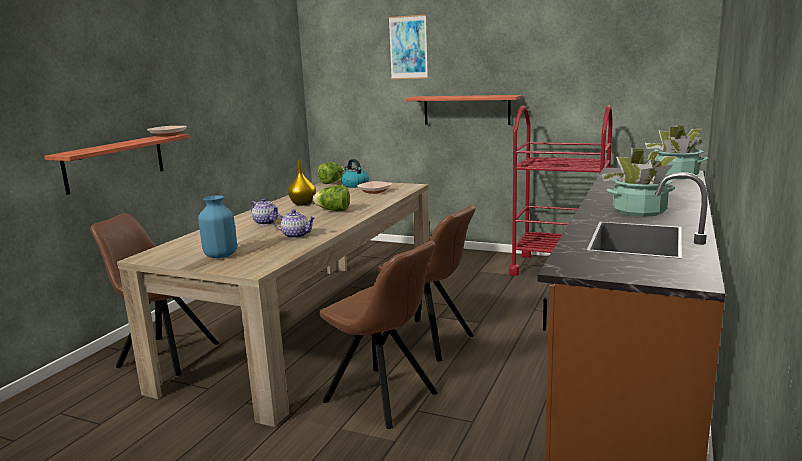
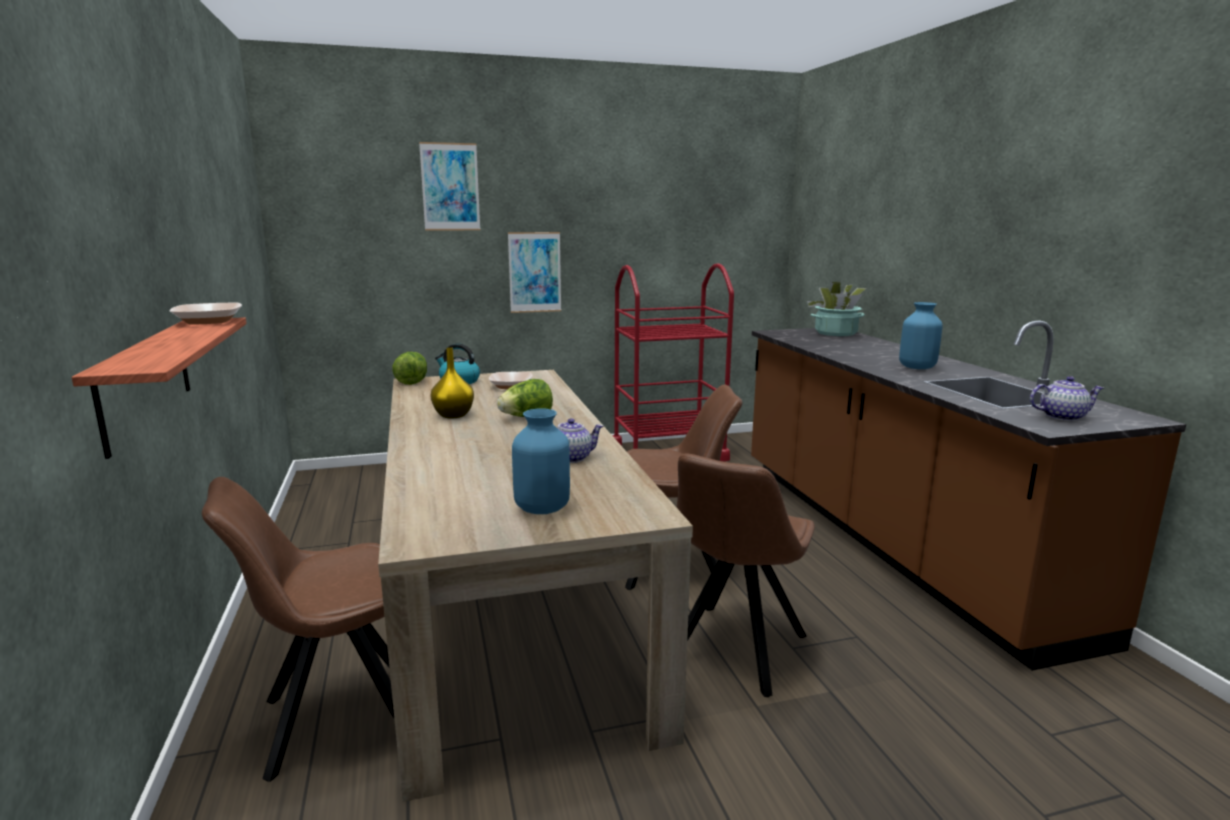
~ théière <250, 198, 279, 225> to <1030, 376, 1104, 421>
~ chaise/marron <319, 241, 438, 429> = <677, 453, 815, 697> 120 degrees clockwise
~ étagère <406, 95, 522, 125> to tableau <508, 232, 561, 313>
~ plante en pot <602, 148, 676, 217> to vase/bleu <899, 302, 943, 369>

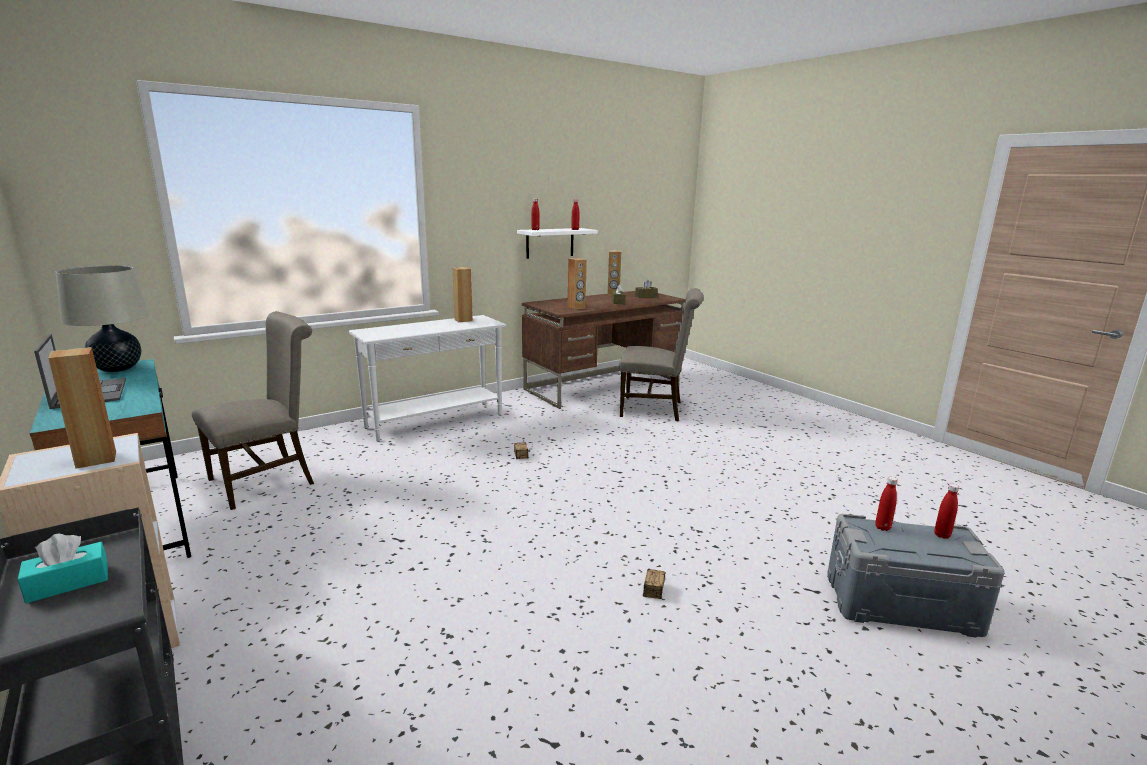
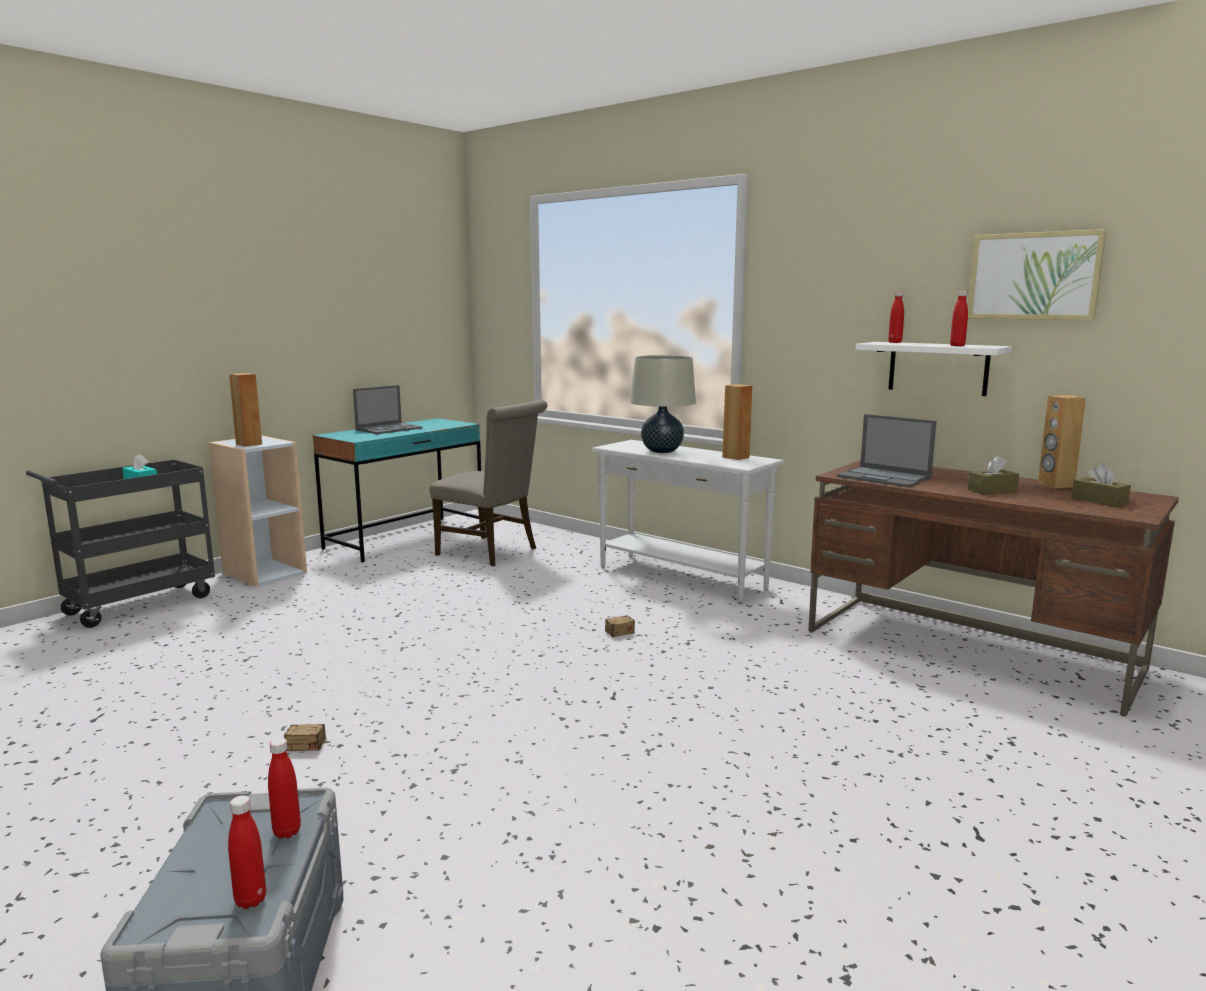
~ lampe de table/beige <56, 265, 149, 372> to <630, 355, 696, 453>
~ enceinte/marron <568, 258, 587, 310> to ordinateur portable <837, 414, 937, 488>
- chaise/beige <619, 288, 704, 421>
+ tableau <968, 229, 1106, 320>

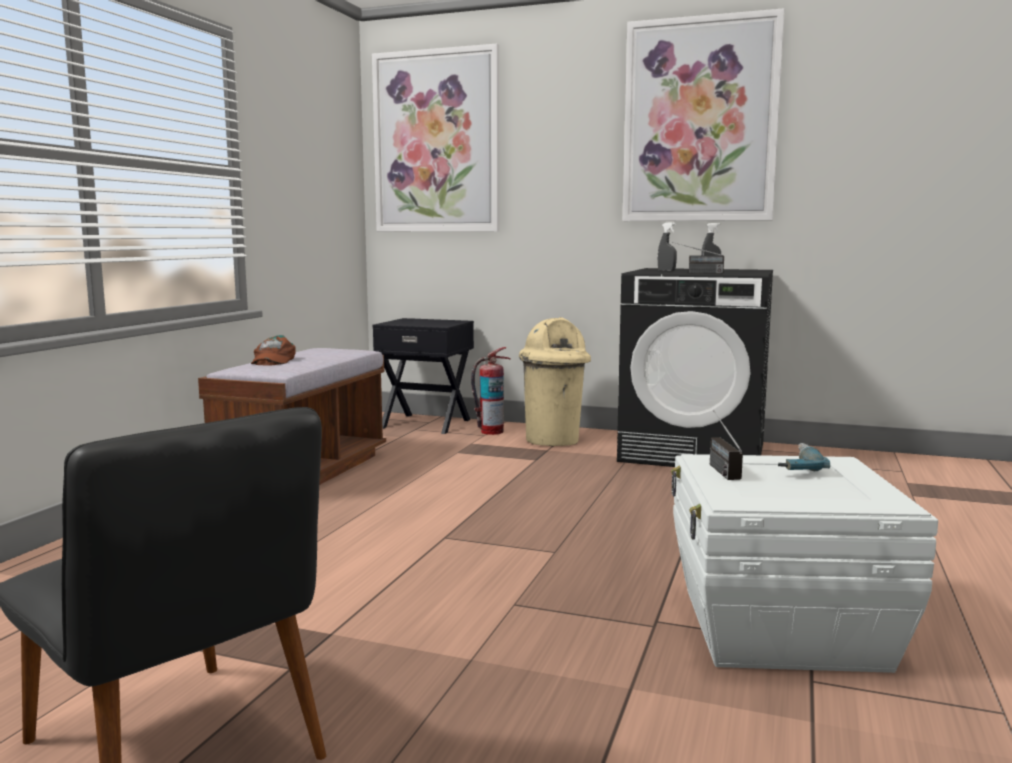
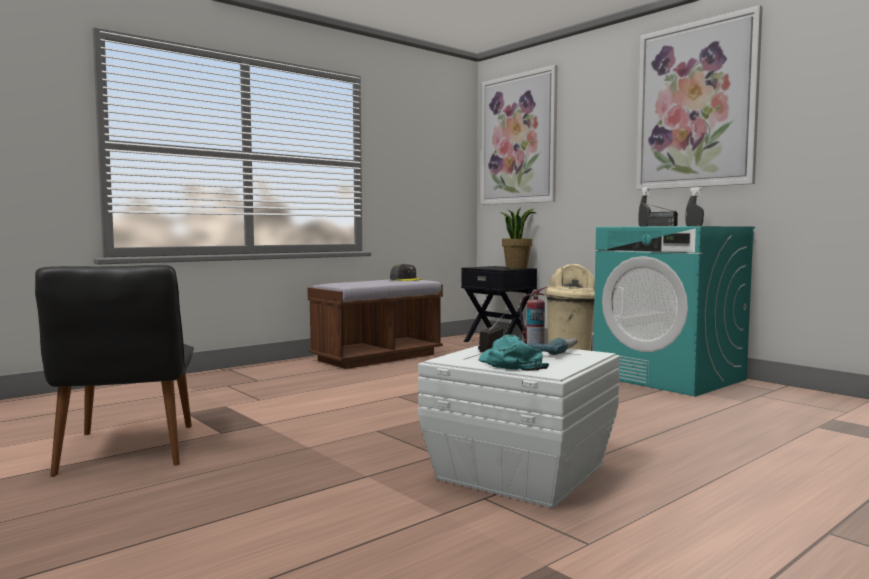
- casquette/marron <251, 335, 296, 366>
~ lave-linge/noir <617, 268, 773, 467> to lave-linge/turquoise <593, 226, 755, 397>
+ casquette/gris <390, 264, 423, 281>
+ casquette/turquoise <479, 335, 549, 371>
+ plante en pot <500, 208, 535, 269>

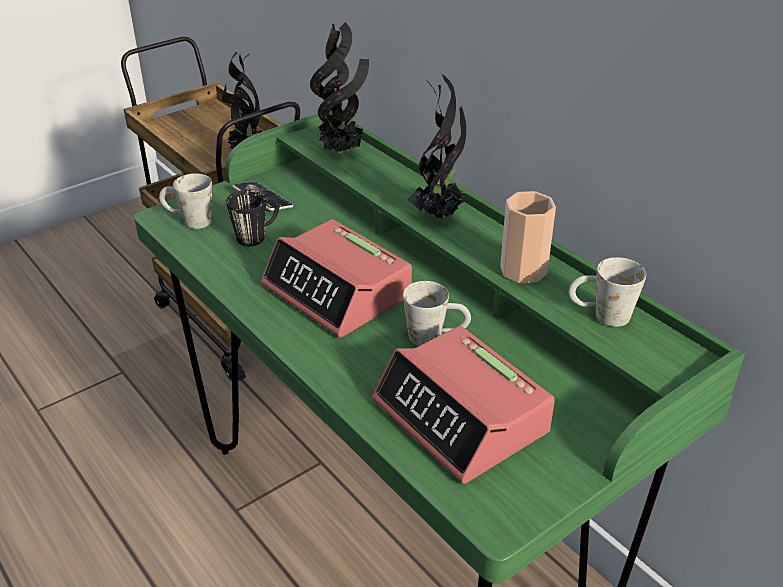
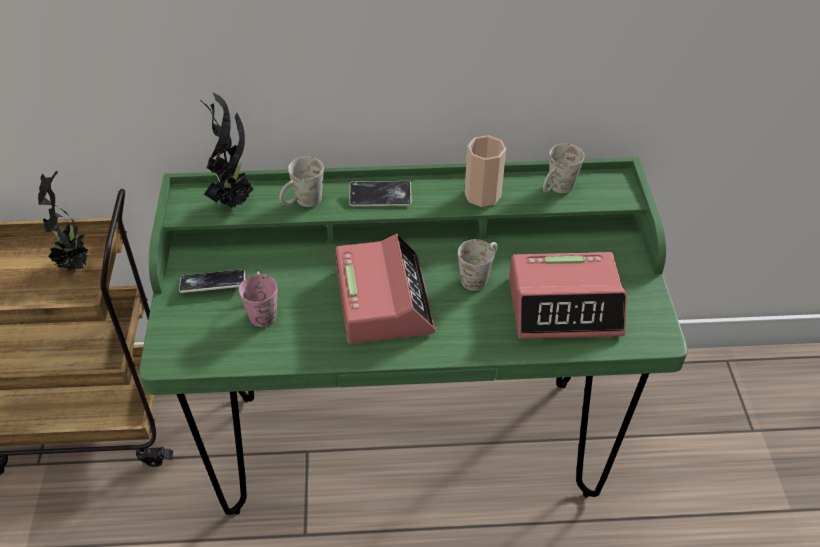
~ mug/blanc <159, 174, 212, 229> to <279, 156, 324, 207>
~ mug/noir <226, 190, 279, 246> to mug/rose <239, 271, 277, 327>
~ réveil <261, 219, 412, 338> = <335, 234, 435, 344> 90 degrees counterclockwise
~ plante en pot <408, 74, 466, 219> to téléphone <349, 181, 411, 207>

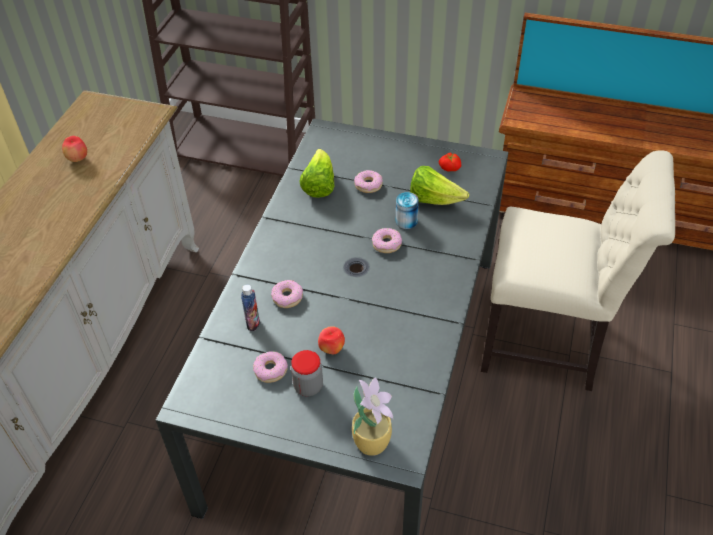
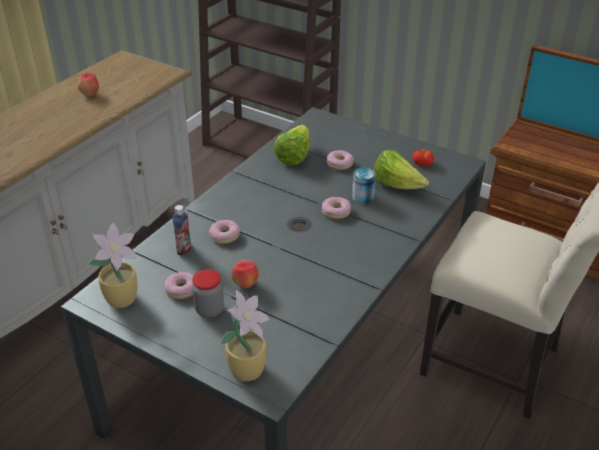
+ plante en pot <88, 223, 137, 308>

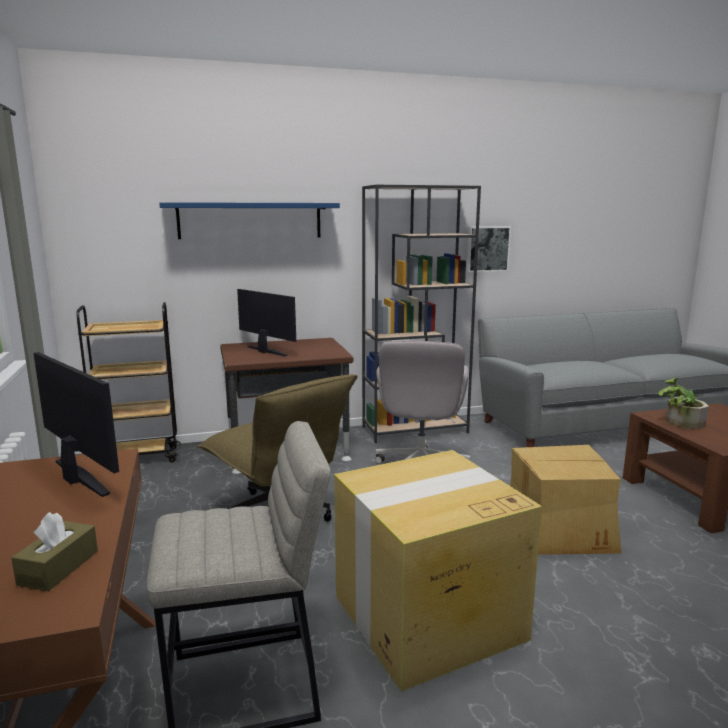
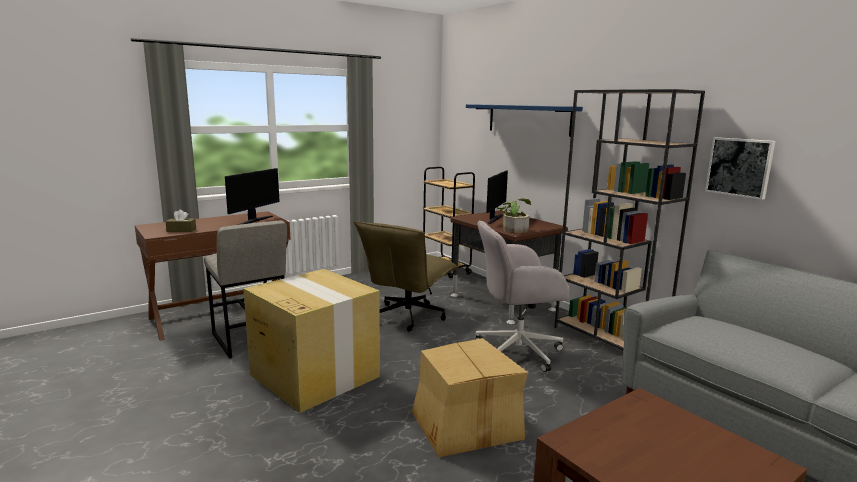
~ plante en pot <658, 378, 709, 429> to <497, 198, 531, 233>

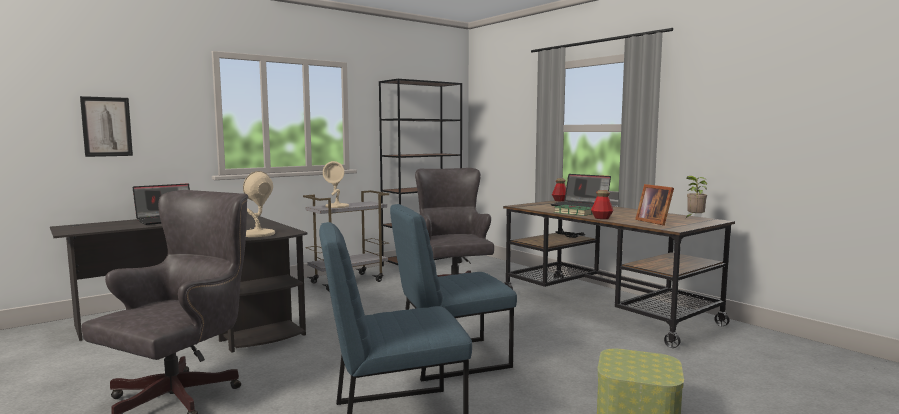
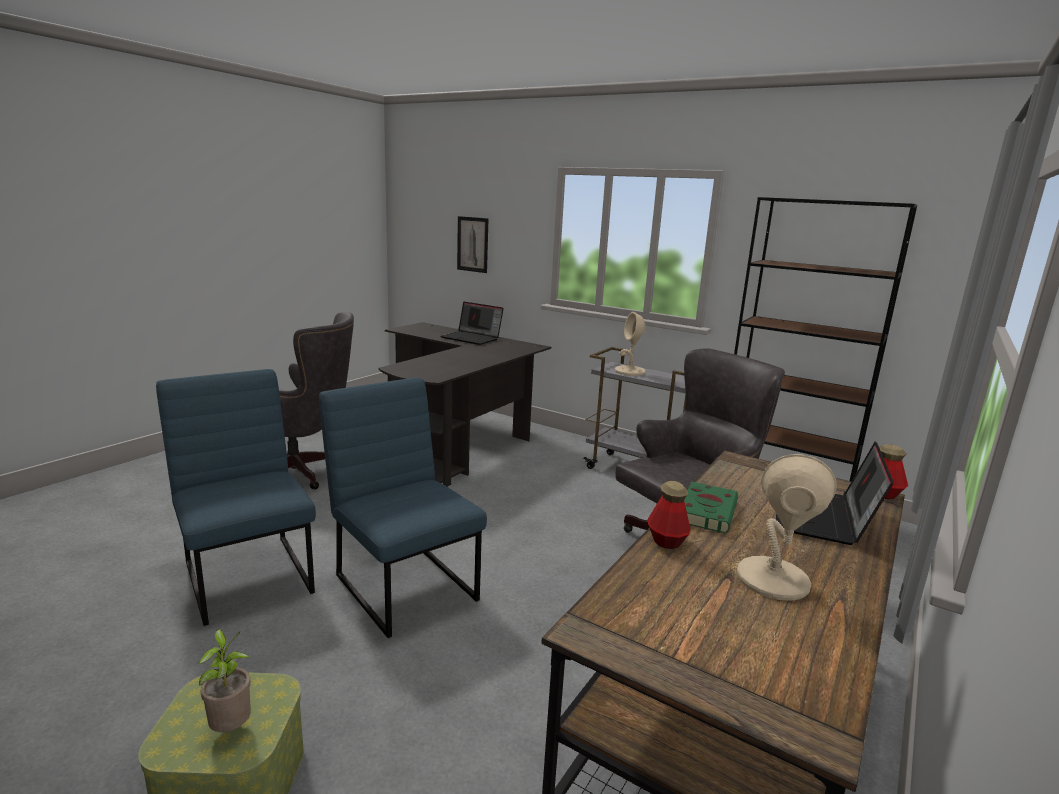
~ lampe de table/beige <243, 171, 275, 237> to <737, 454, 837, 601>
- cadre photo <635, 184, 674, 226>
~ plante en pot <686, 176, 707, 218> to <198, 629, 251, 732>

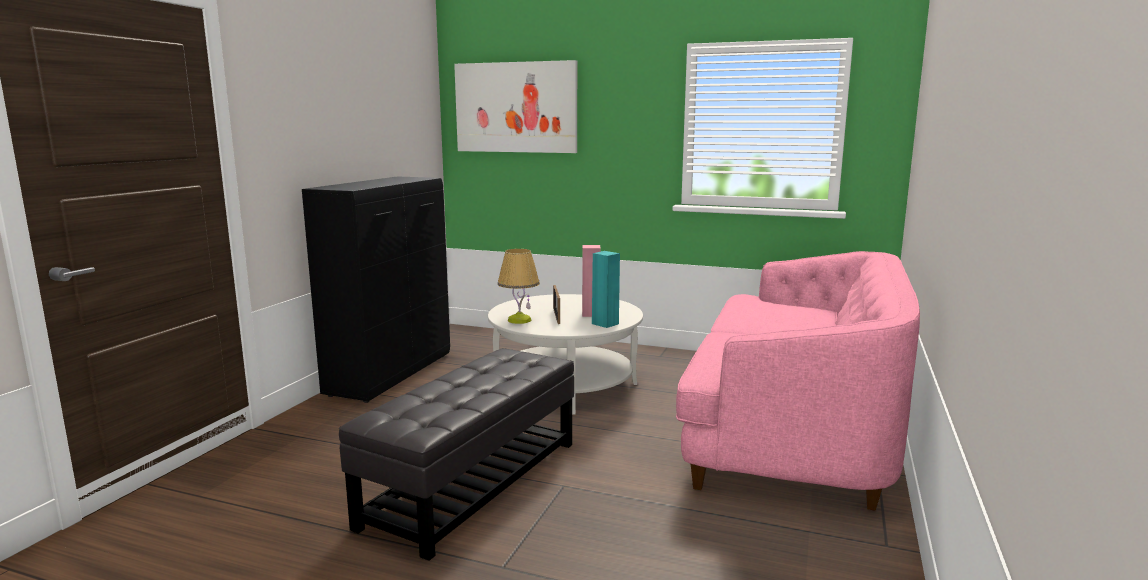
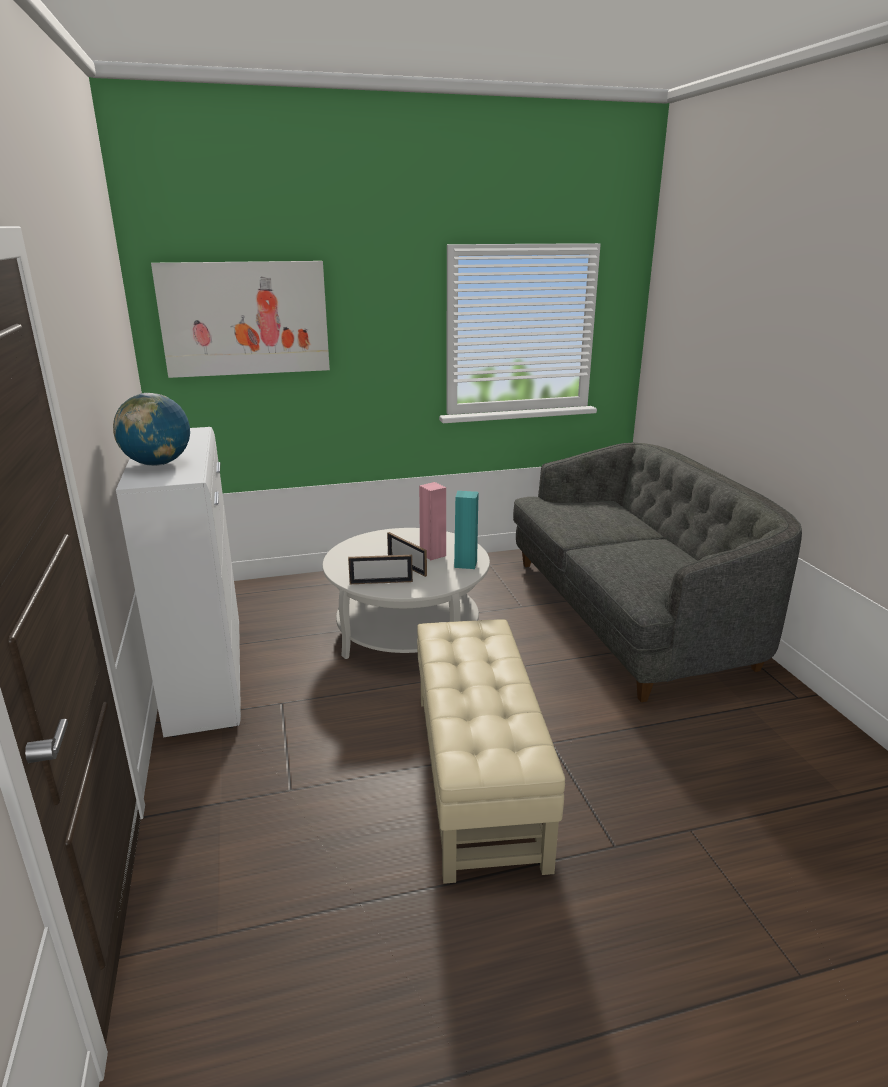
~ meuble de rangement/noir <302, 176, 450, 403> to meuble de rangement/blanc <116, 427, 241, 737>
~ pouf/noir <339, 348, 574, 561> to pouf/beige <417, 619, 565, 884>
~ lampe de table <497, 249, 540, 324> to cadre photo <348, 555, 413, 584>
~ canapé/rose <676, 251, 920, 511> to canapé/gris <513, 443, 802, 702>
+ globe <113, 393, 190, 466>

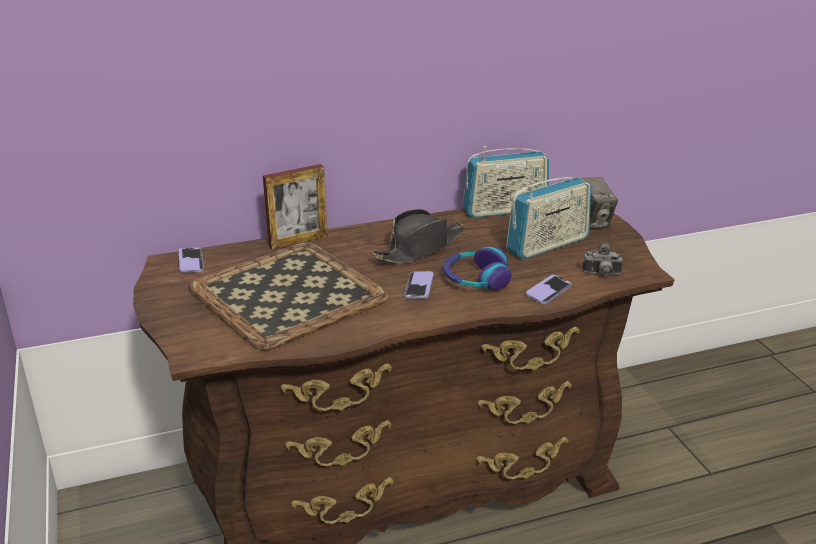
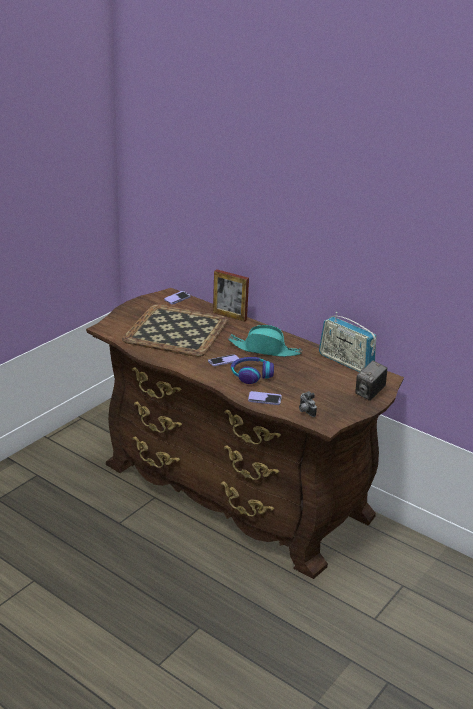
~ chapeau/noir <372, 209, 465, 263> to chapeau/turquoise <228, 325, 302, 357>
- radio <506, 177, 591, 259>

